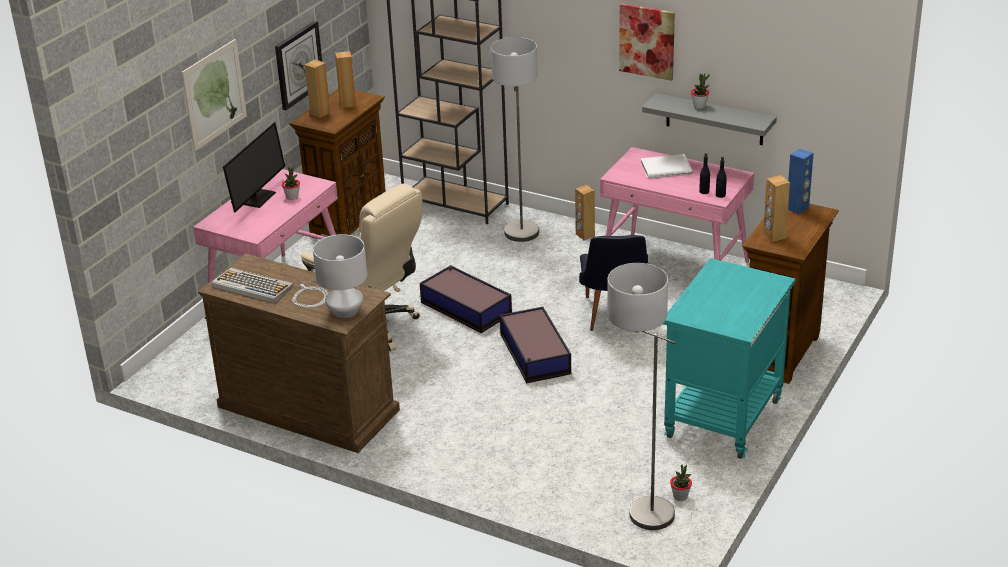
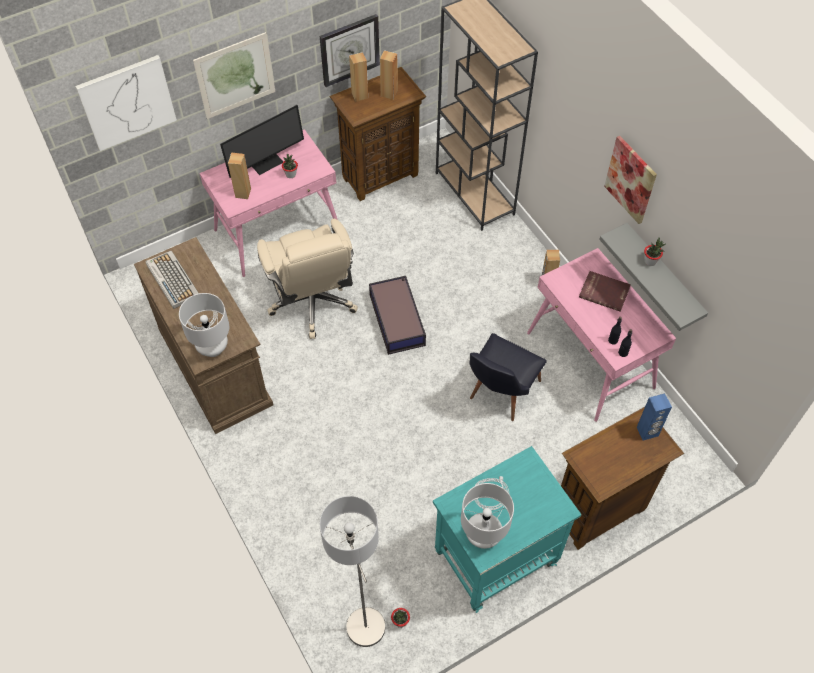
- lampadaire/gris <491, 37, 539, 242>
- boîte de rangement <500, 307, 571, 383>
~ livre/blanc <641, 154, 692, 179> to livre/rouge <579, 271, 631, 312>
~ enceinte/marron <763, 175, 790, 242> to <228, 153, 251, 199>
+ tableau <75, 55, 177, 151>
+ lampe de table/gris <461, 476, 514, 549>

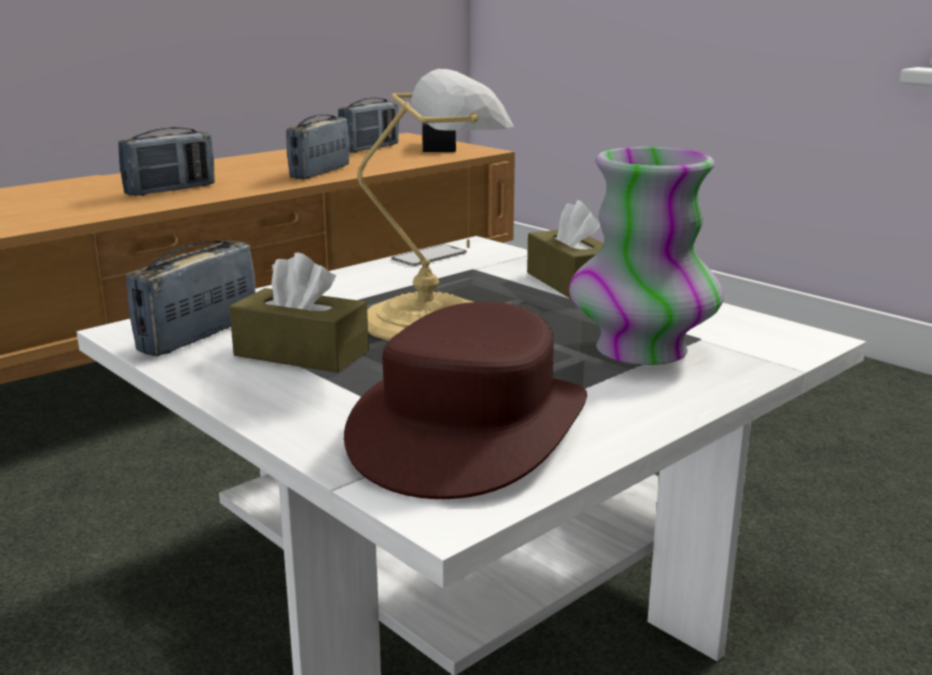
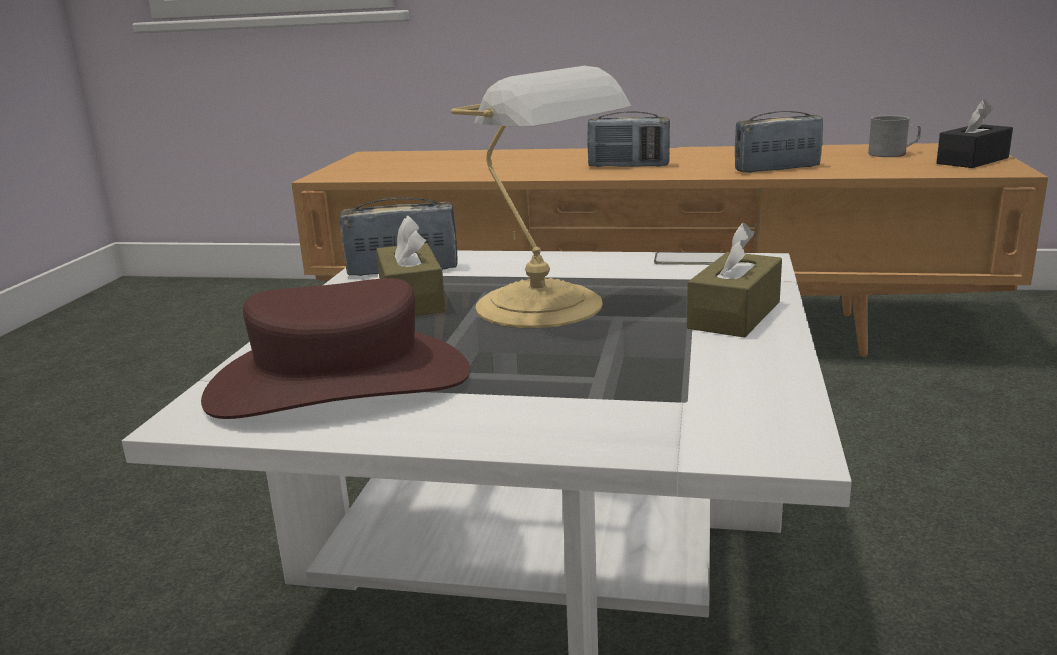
~ radio <338, 97, 399, 153> to mug/gris <868, 115, 921, 157>
- vase <569, 147, 724, 365>

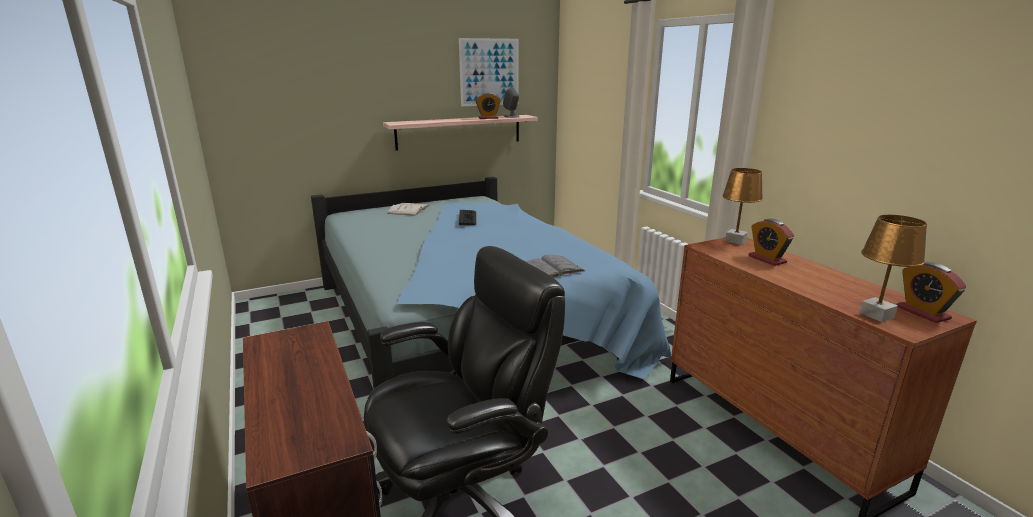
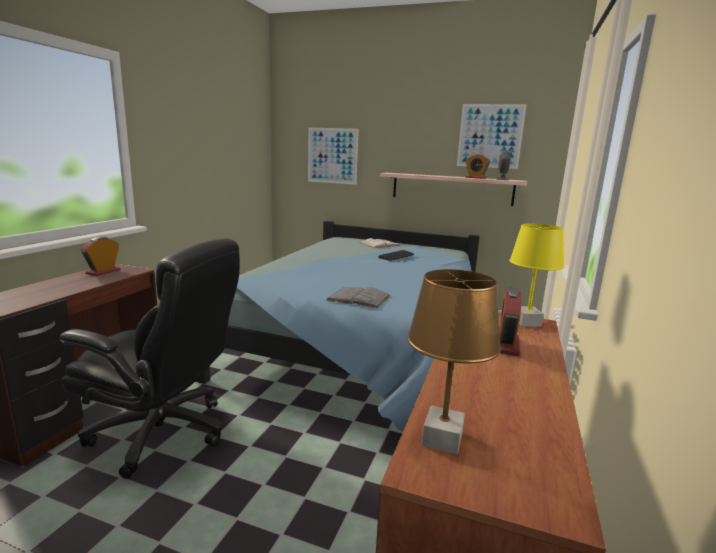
~ lampe de table/marron <722, 168, 763, 245> to lampe de table/jaune <510, 224, 565, 327>
~ réveil <896, 262, 966, 323> to <81, 237, 120, 276>
+ tableau <308, 127, 359, 185>

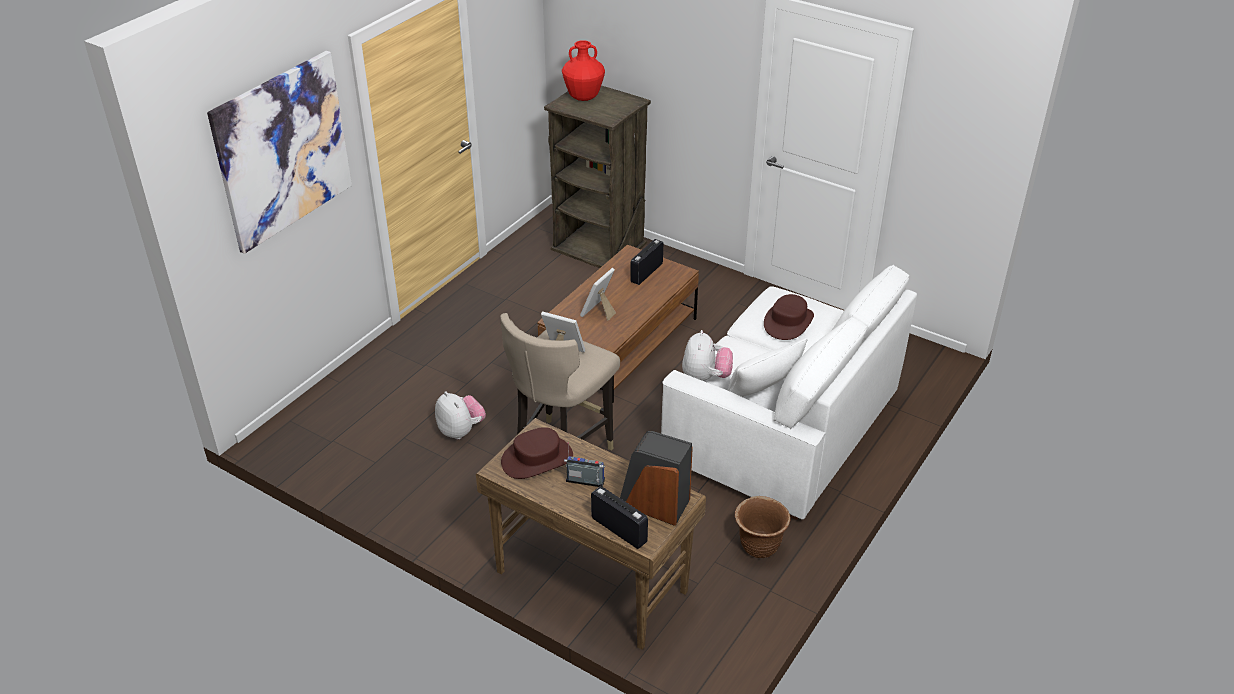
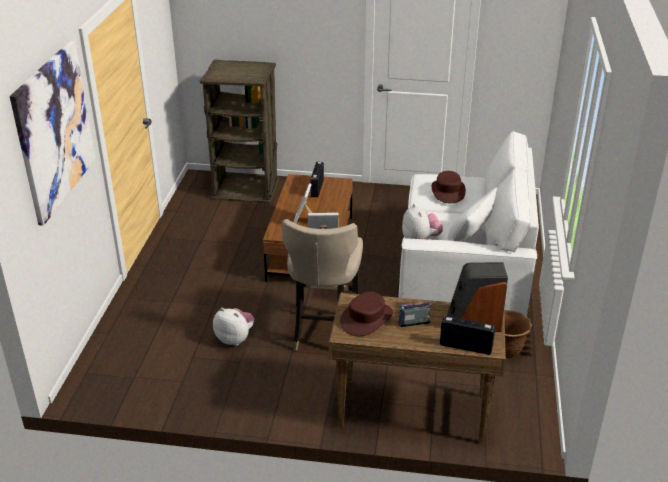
- vase/rouge <562, 40, 605, 101>

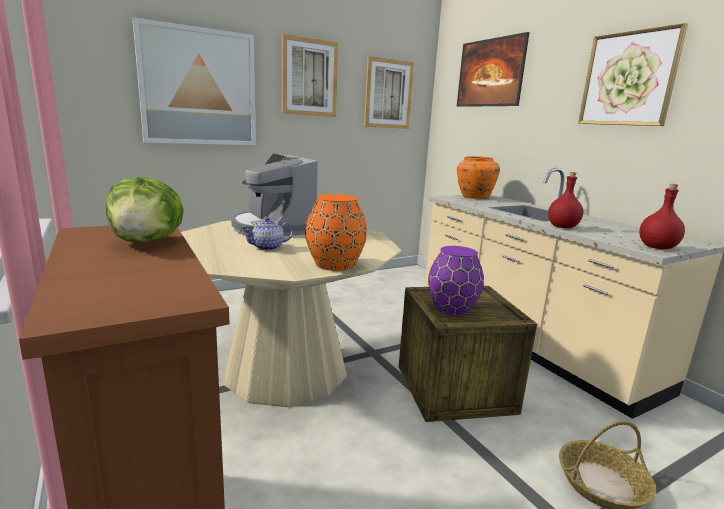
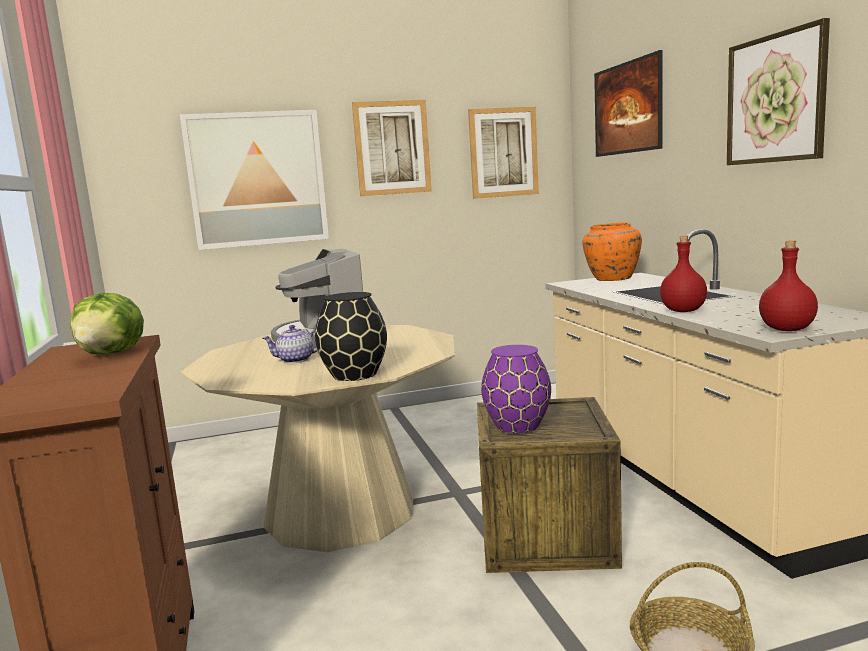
~ vase/orange <305, 194, 367, 271> to vase/noir <315, 292, 387, 381>

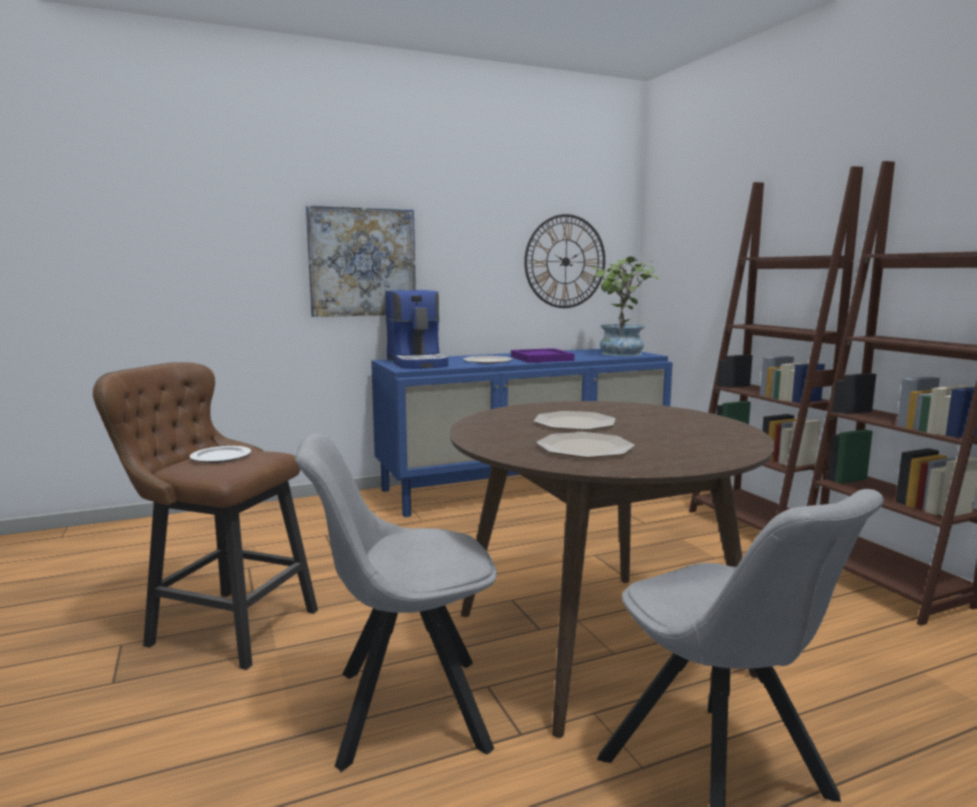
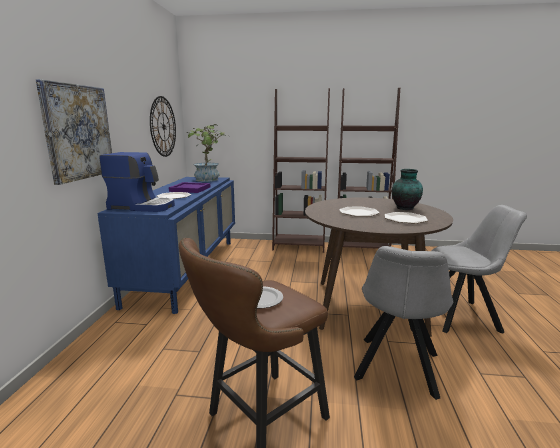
+ vase <392, 169, 423, 210>

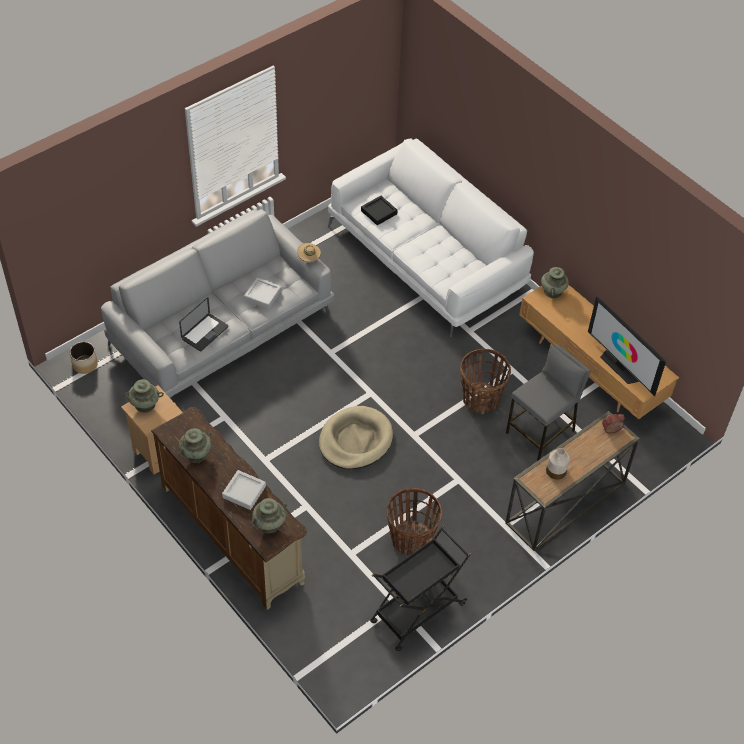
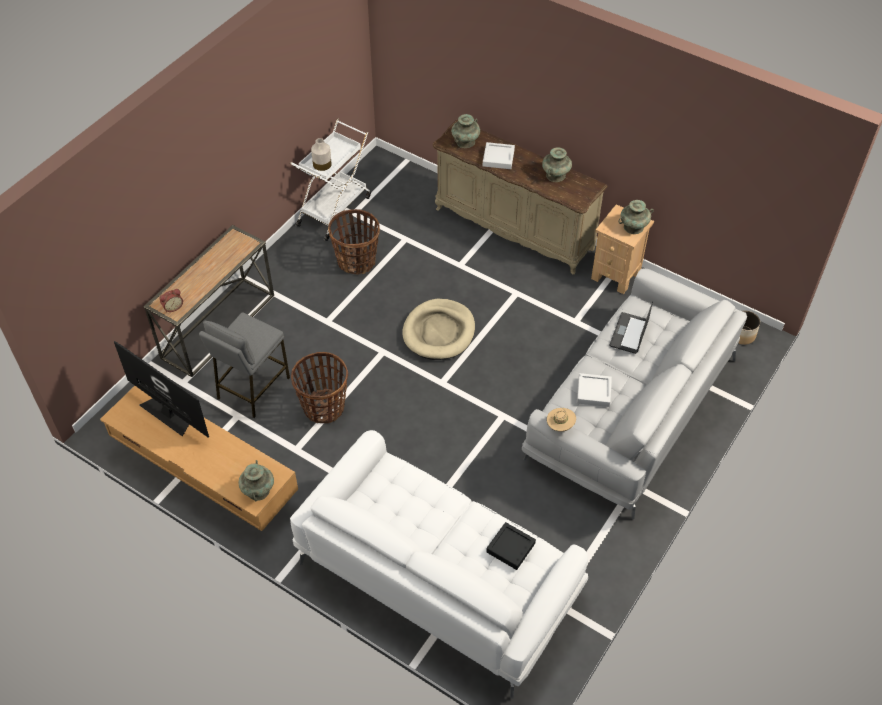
~ chariot/noir <370, 526, 471, 651> to chariot/blanc <290, 118, 371, 241>
~ vase/beige <546, 448, 570, 480> to <311, 138, 332, 171>

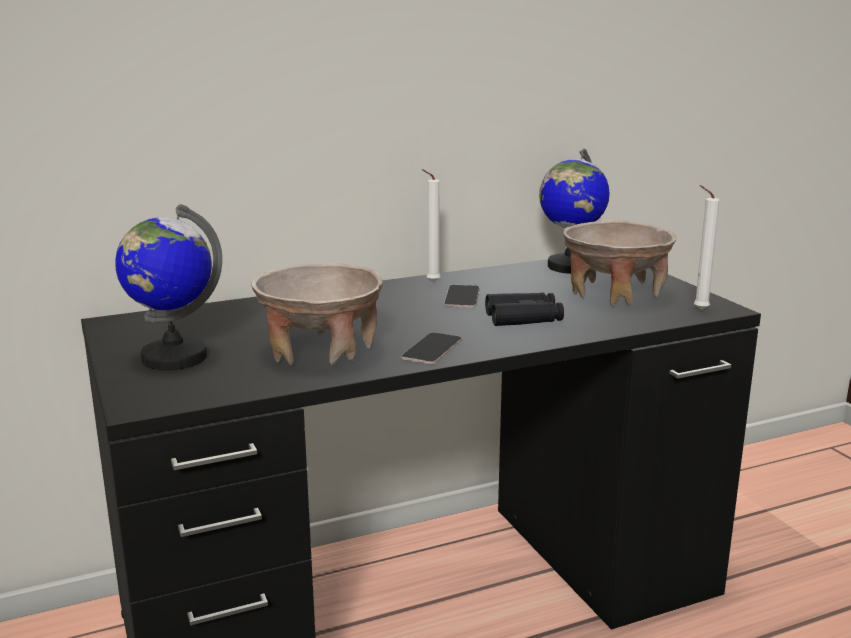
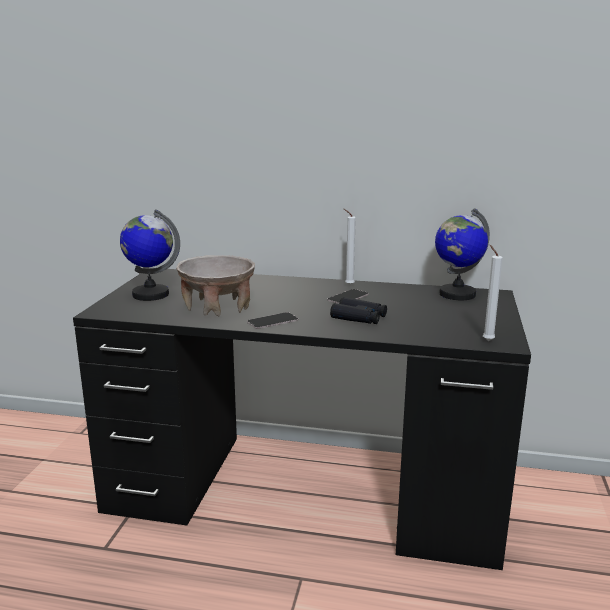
- bol/beige <563, 220, 677, 307>

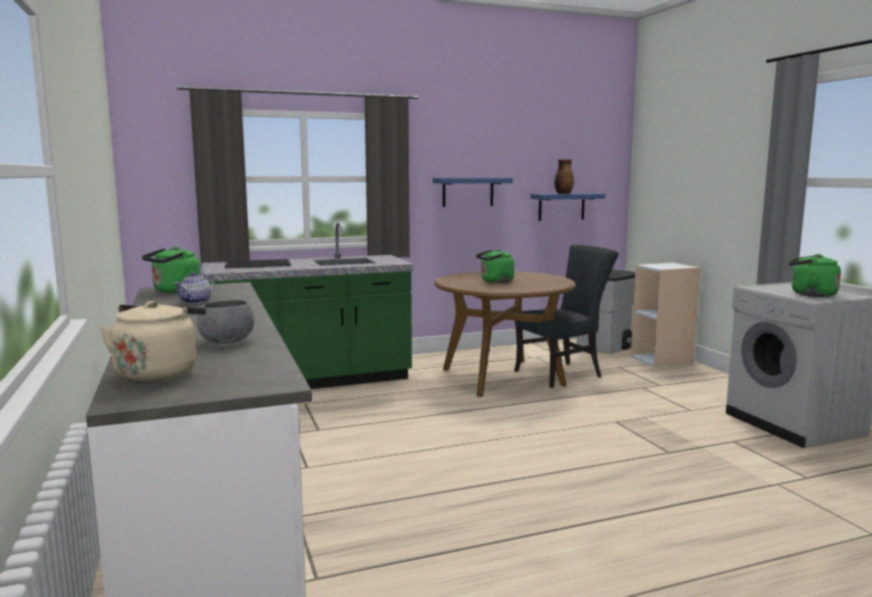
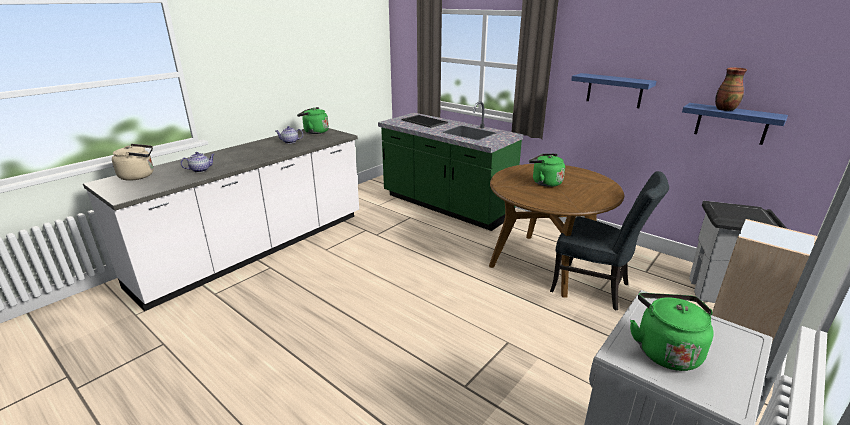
~ bol/gris <197, 300, 254, 344> to théière <181, 152, 215, 173>

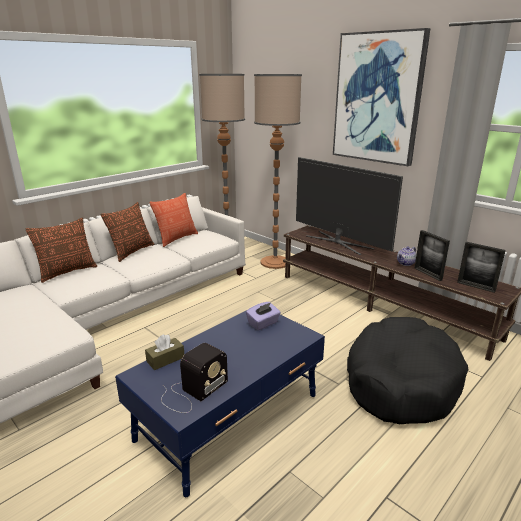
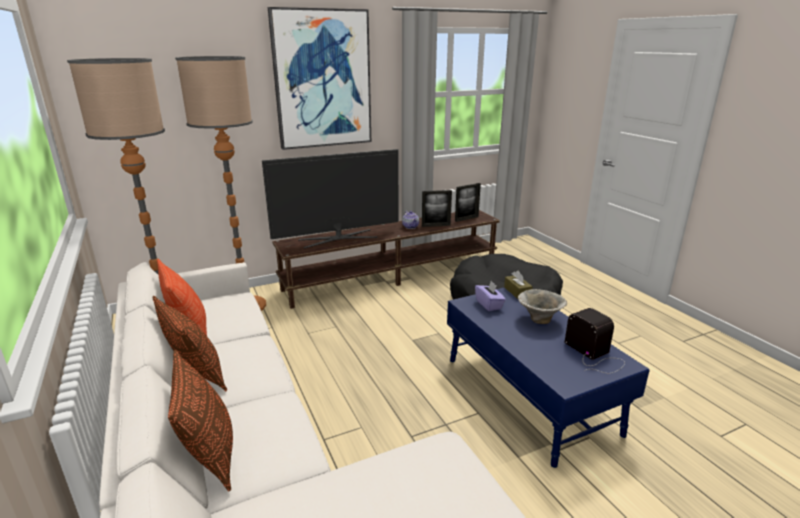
~ boîte à mouchoirs/marron <145, 334, 184, 370> to <504, 271, 533, 299>
+ bol <518, 289, 567, 324>

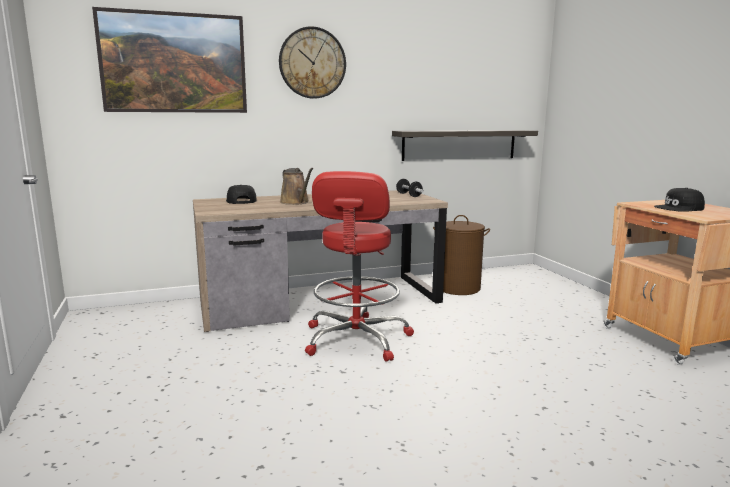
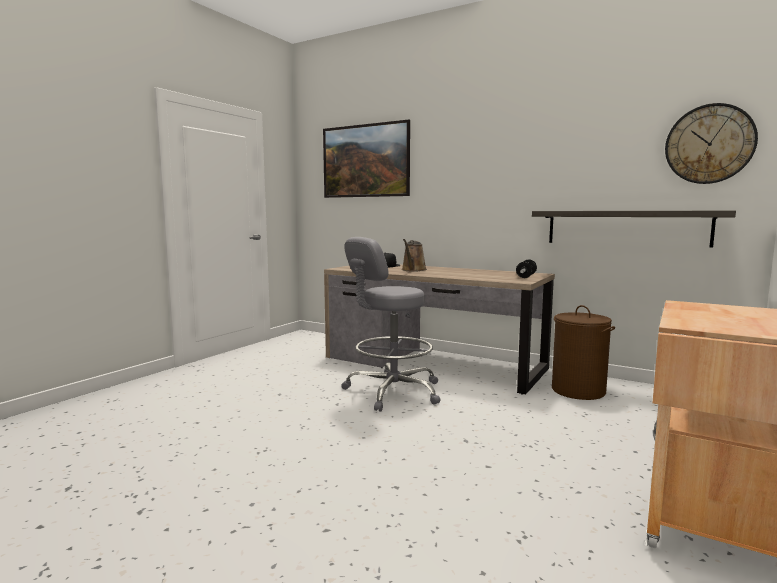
~ horloge murale <279, 27, 346, 99> to <665, 103, 758, 184>
~ tabouret/rouge <305, 171, 414, 362> to tabouret/gris <341, 237, 441, 411>
- casquette/noir <654, 188, 705, 212>

